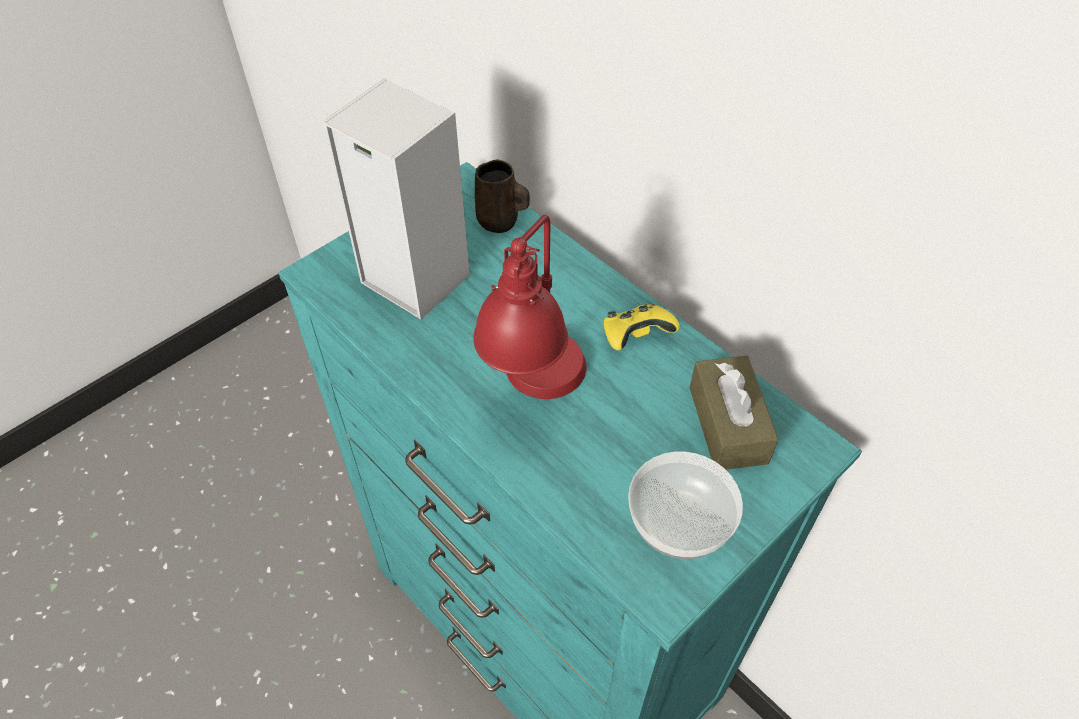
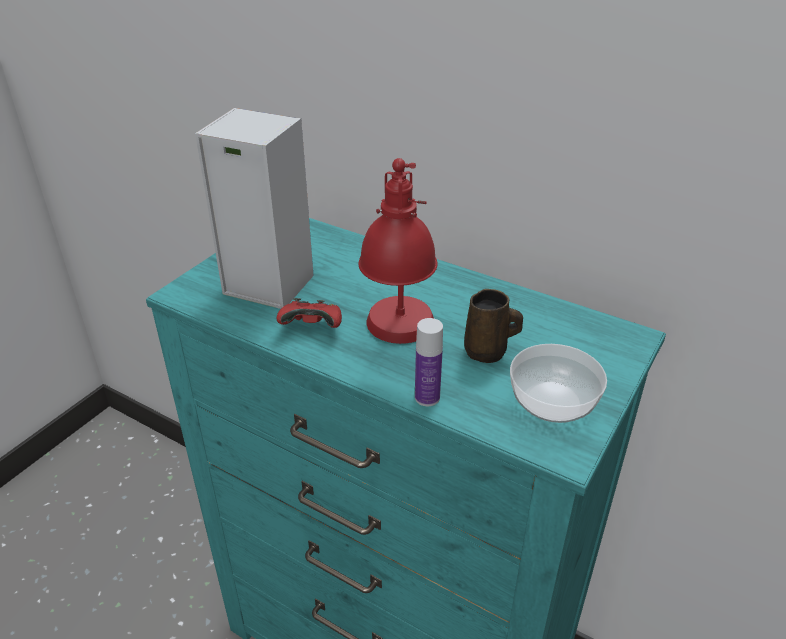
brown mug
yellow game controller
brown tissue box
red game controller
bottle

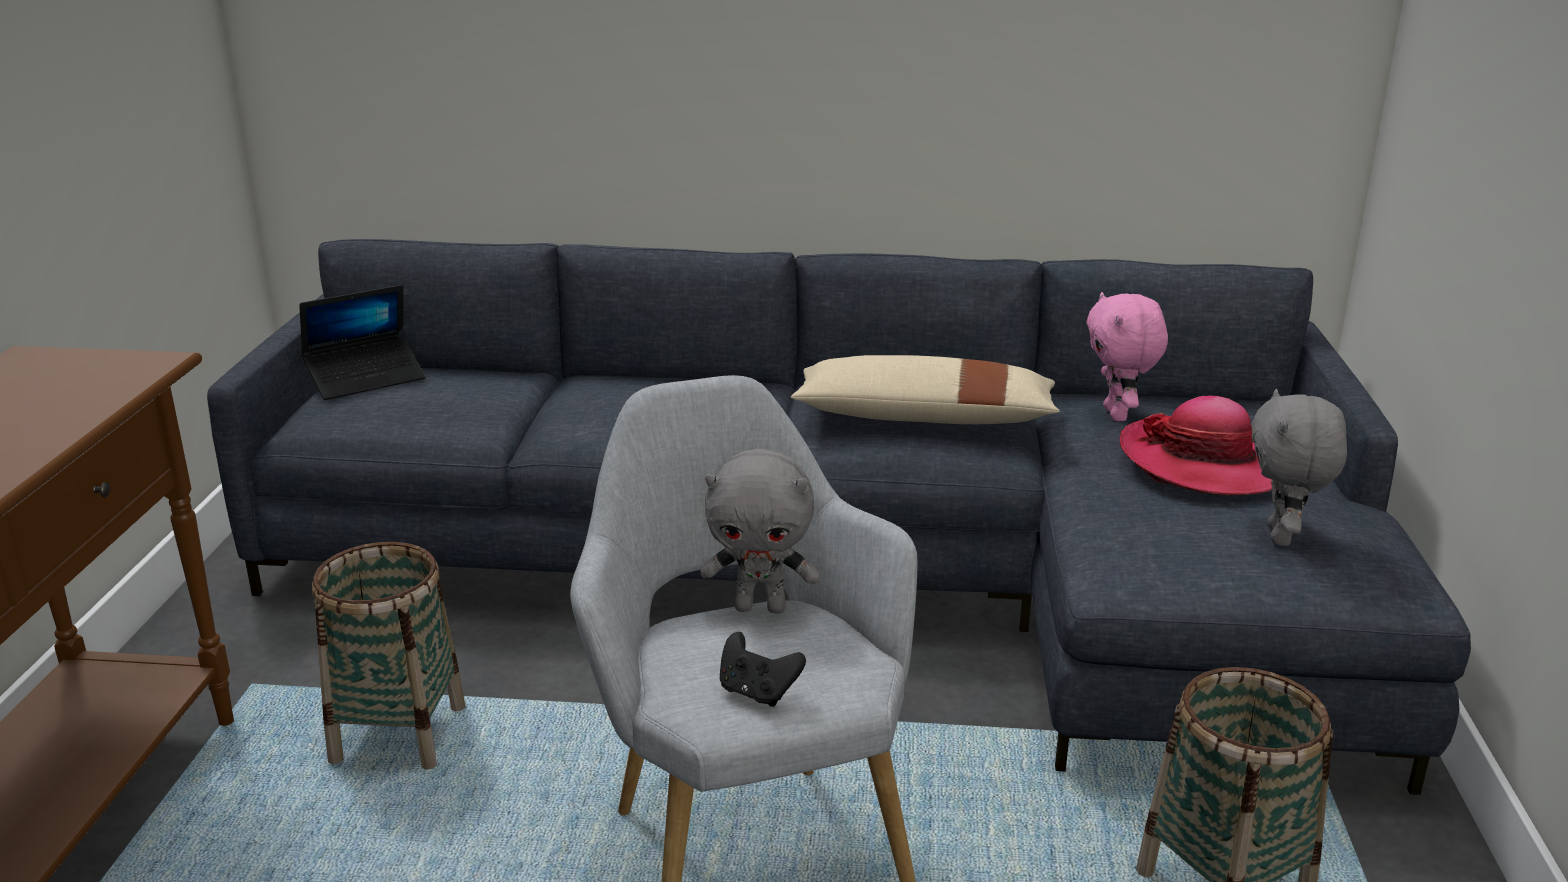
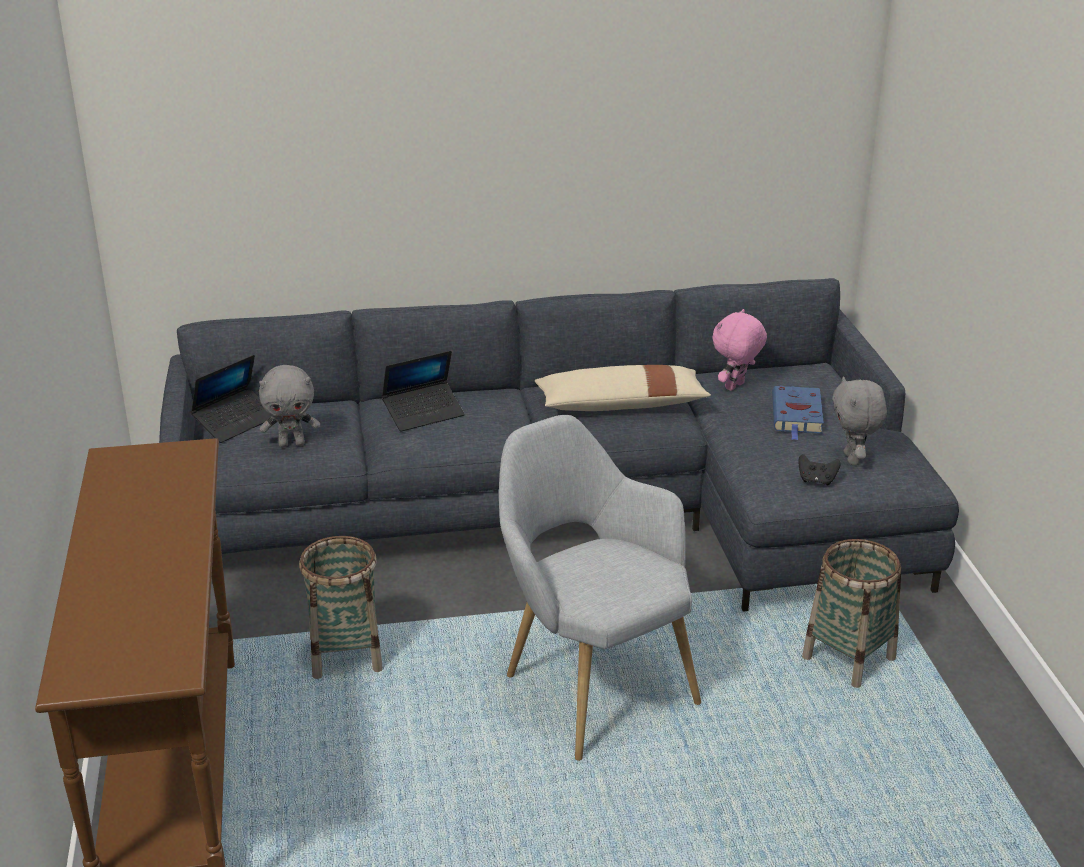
pink plush toy
blue book
grey plush toy (1st from left)
black game controller
laptop (2nd from left)

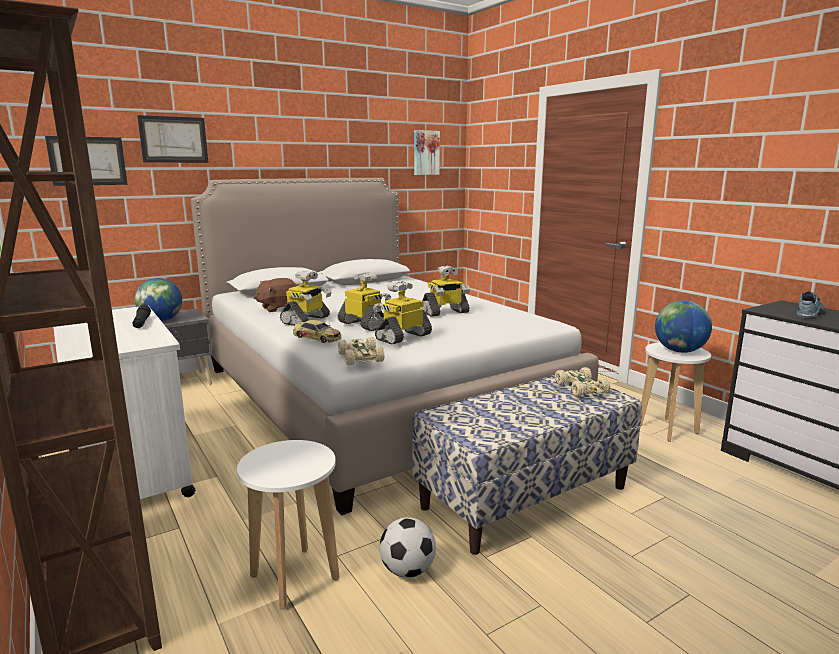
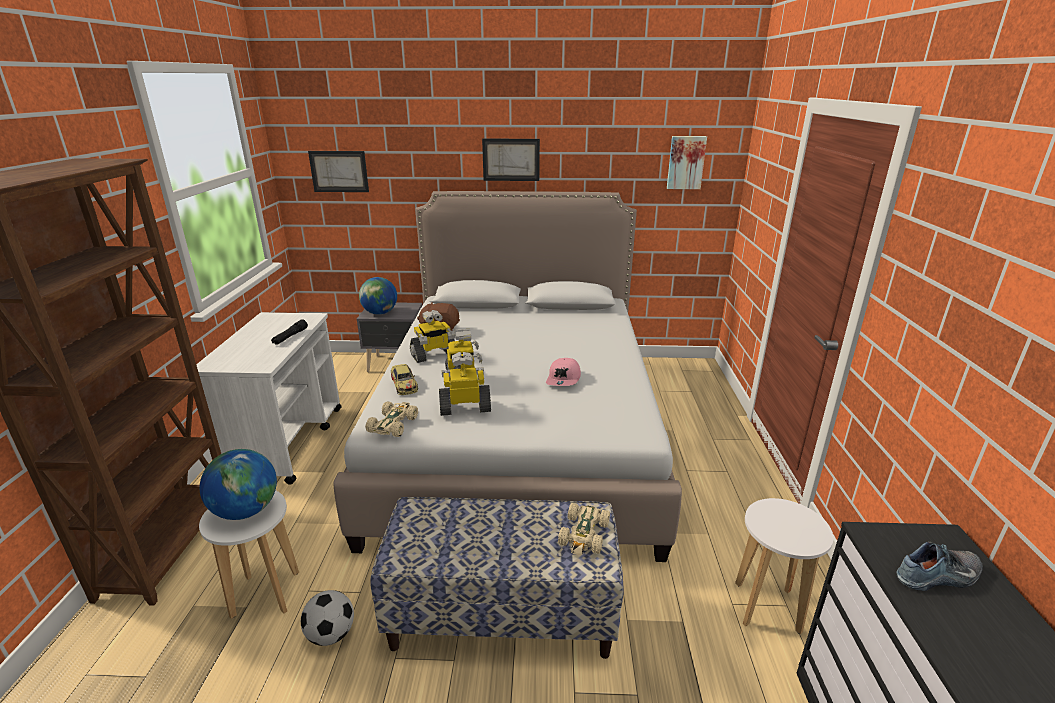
picture (2nd from left)
pink cap
globe (1st from left)

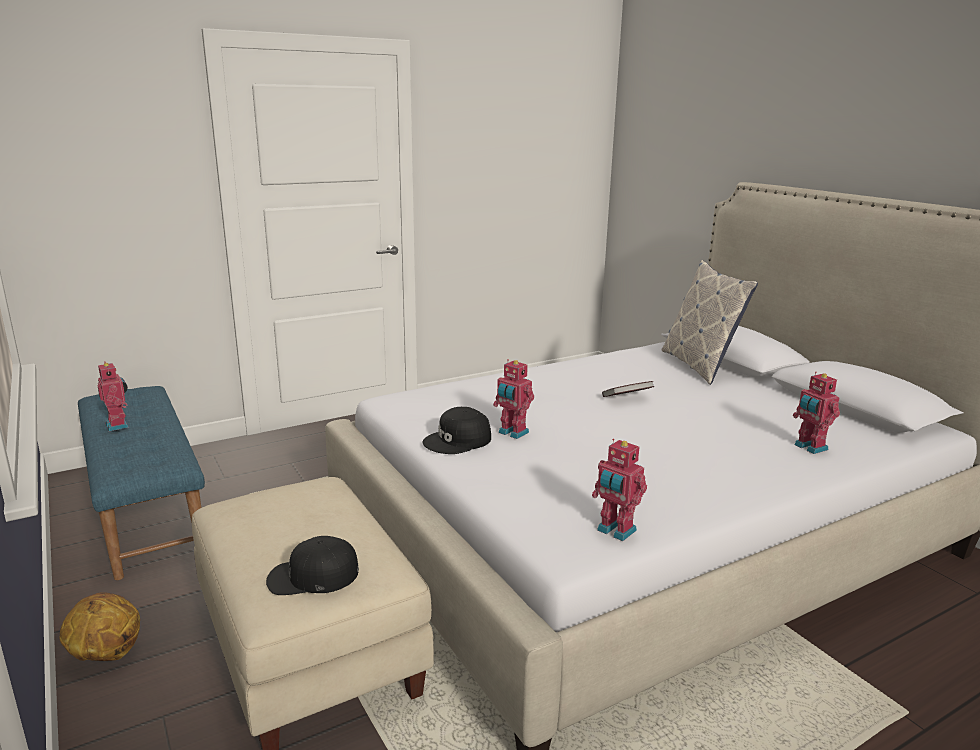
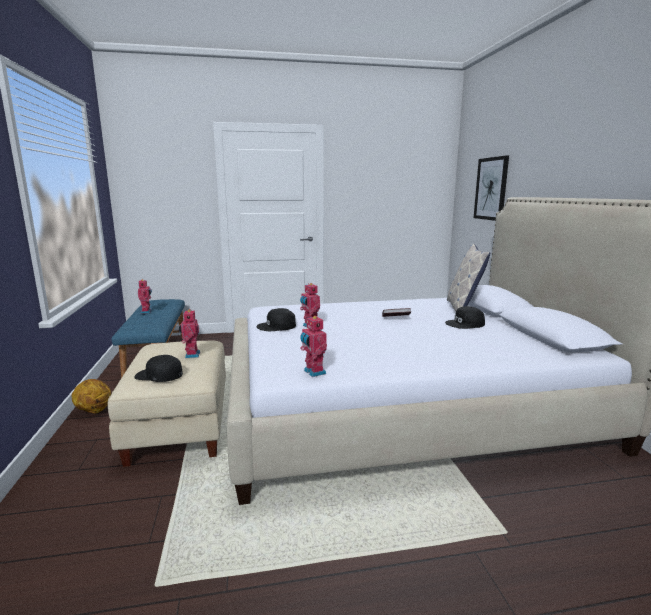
toy robot (2nd from left)
picture
black cap (3rd from left)

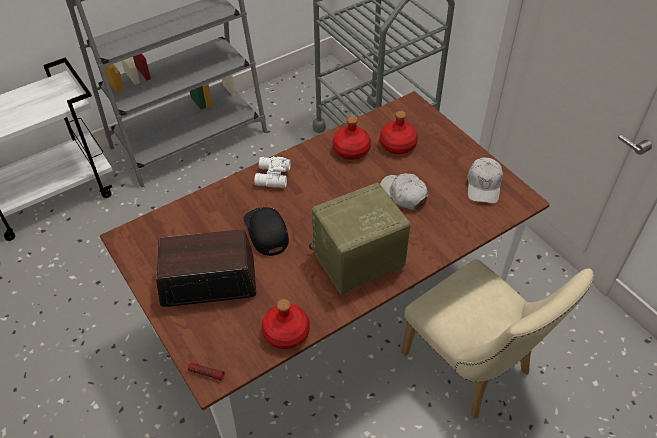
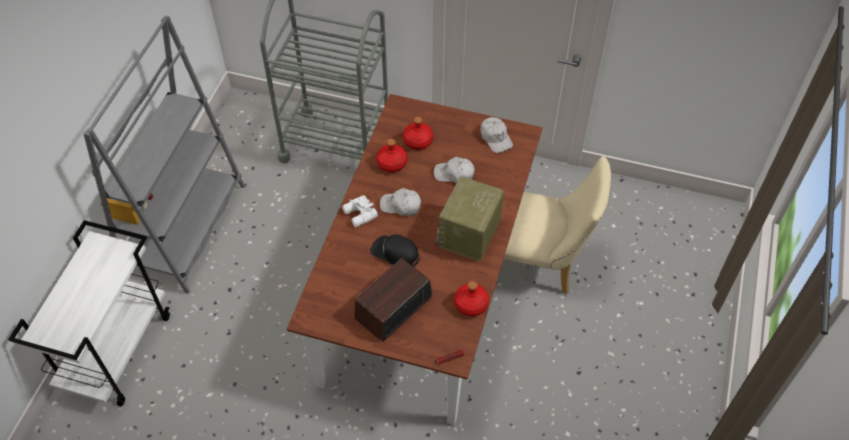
white cap (1st from left)

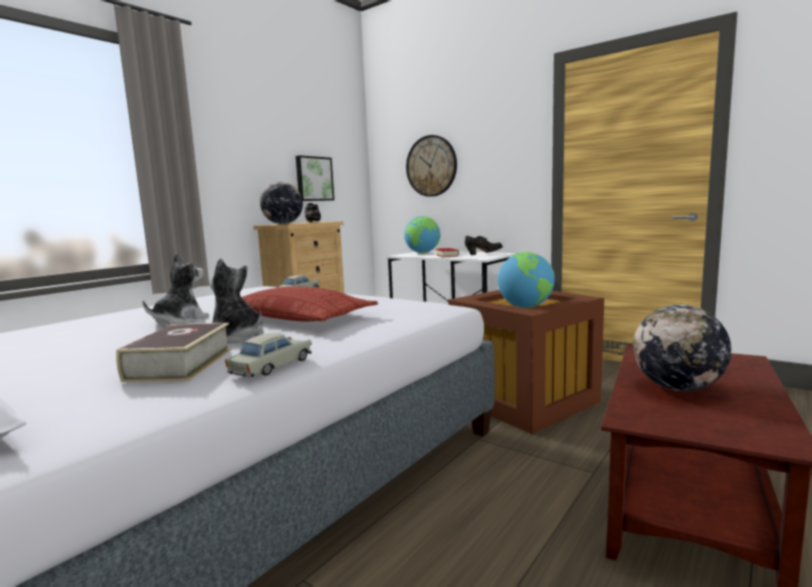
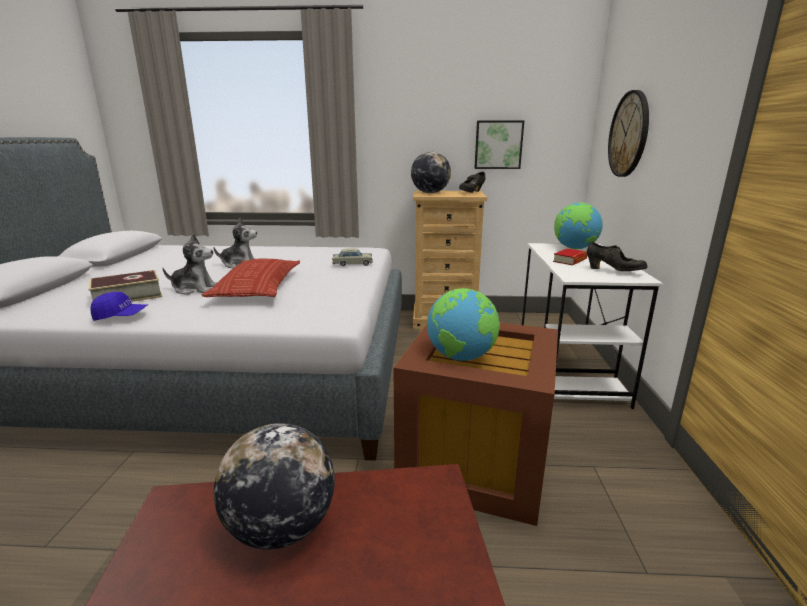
plush toy (1st from left)
blue cap

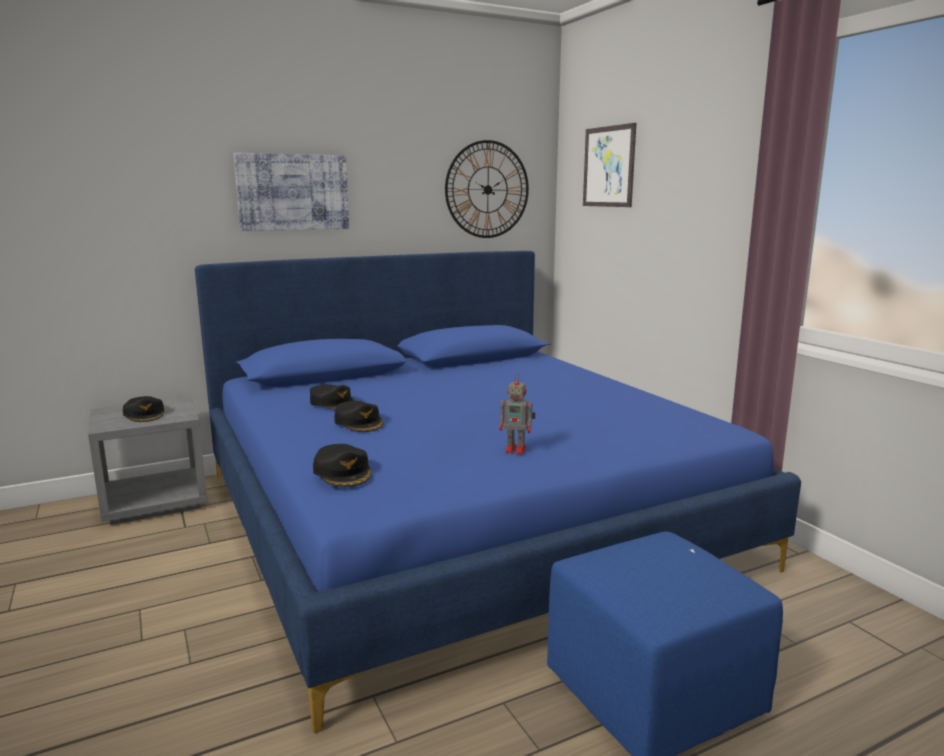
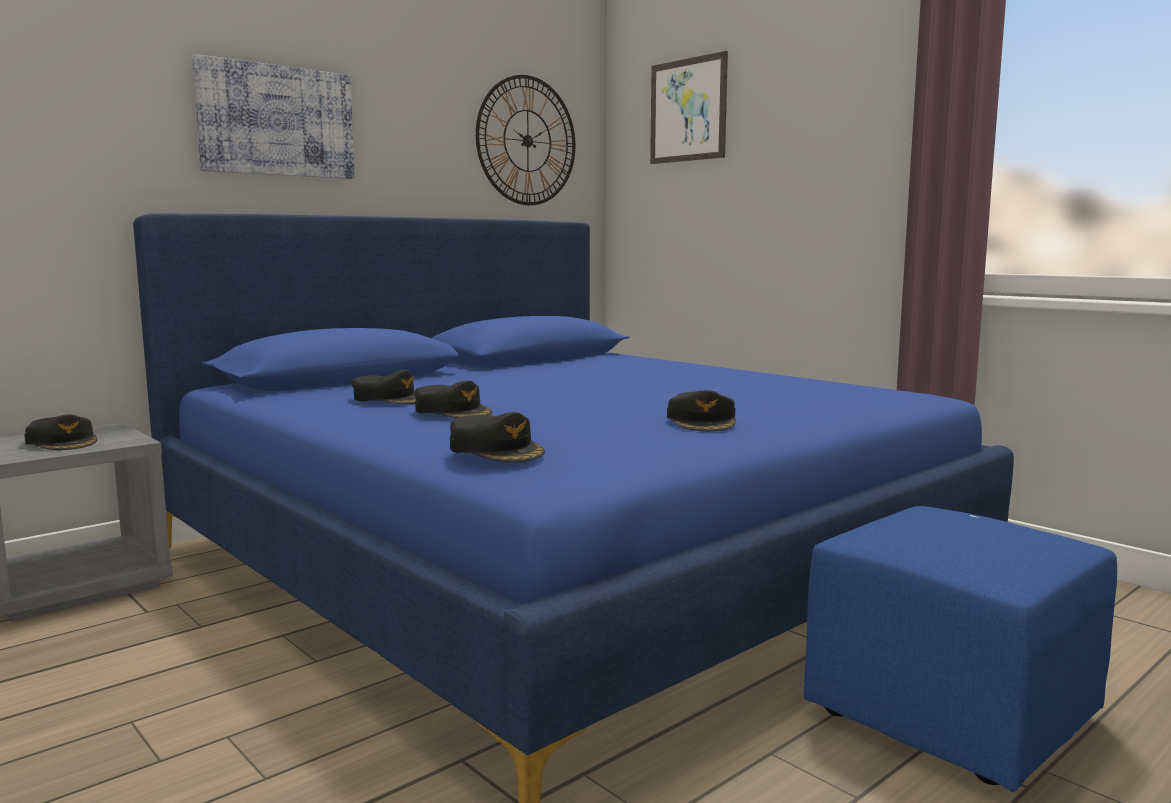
black cap (5th from left)

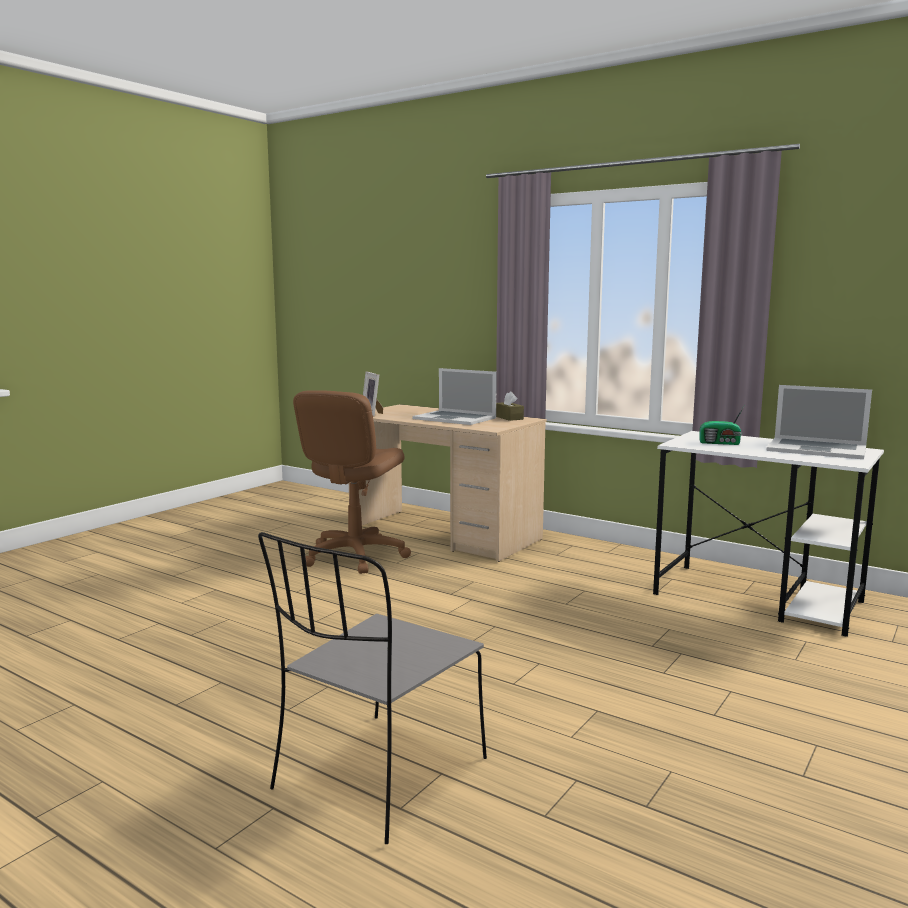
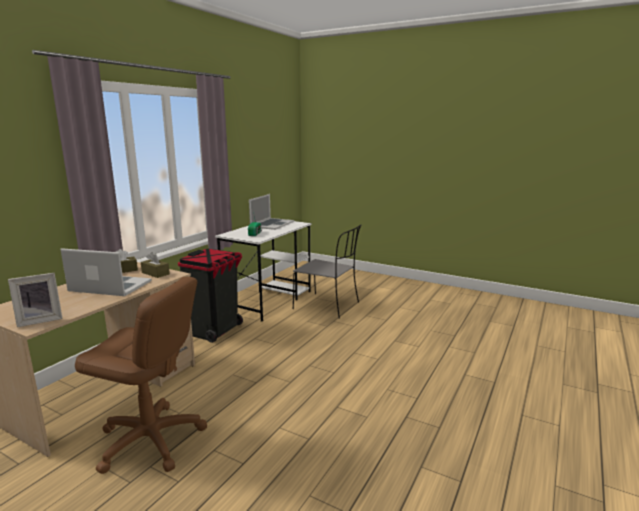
laptop (1st from left)
grey chair
black trash can
brown tissue box (2nd from left)

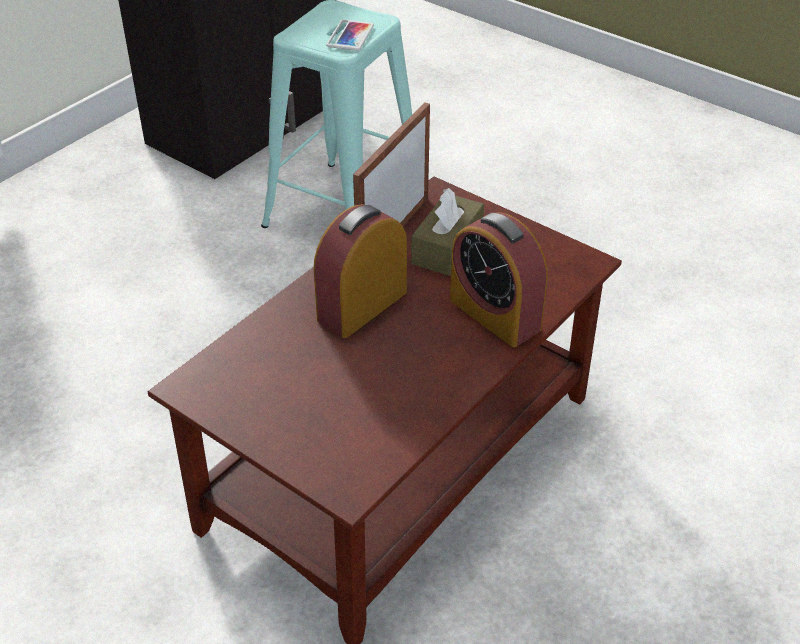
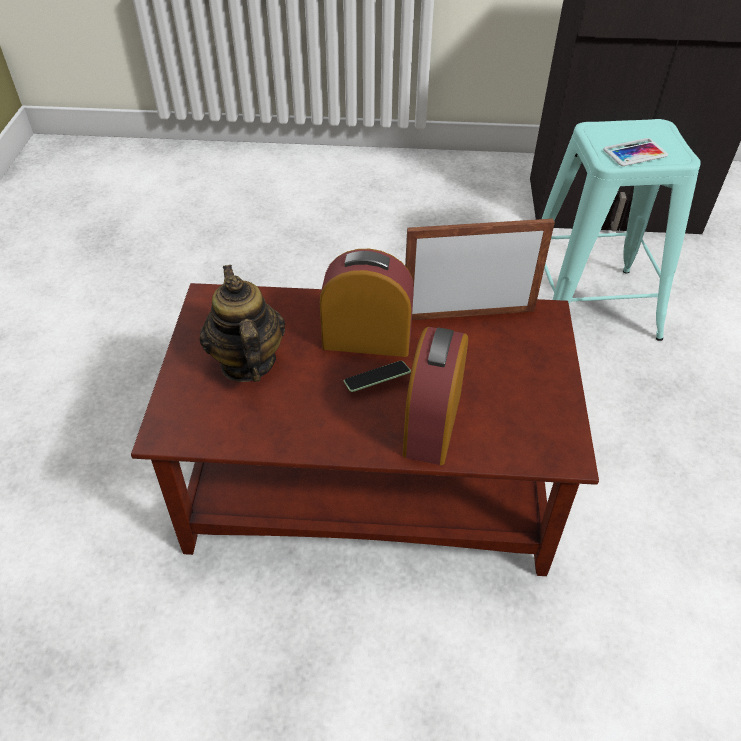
brown tissue box
teapot
phone (1st from left)

